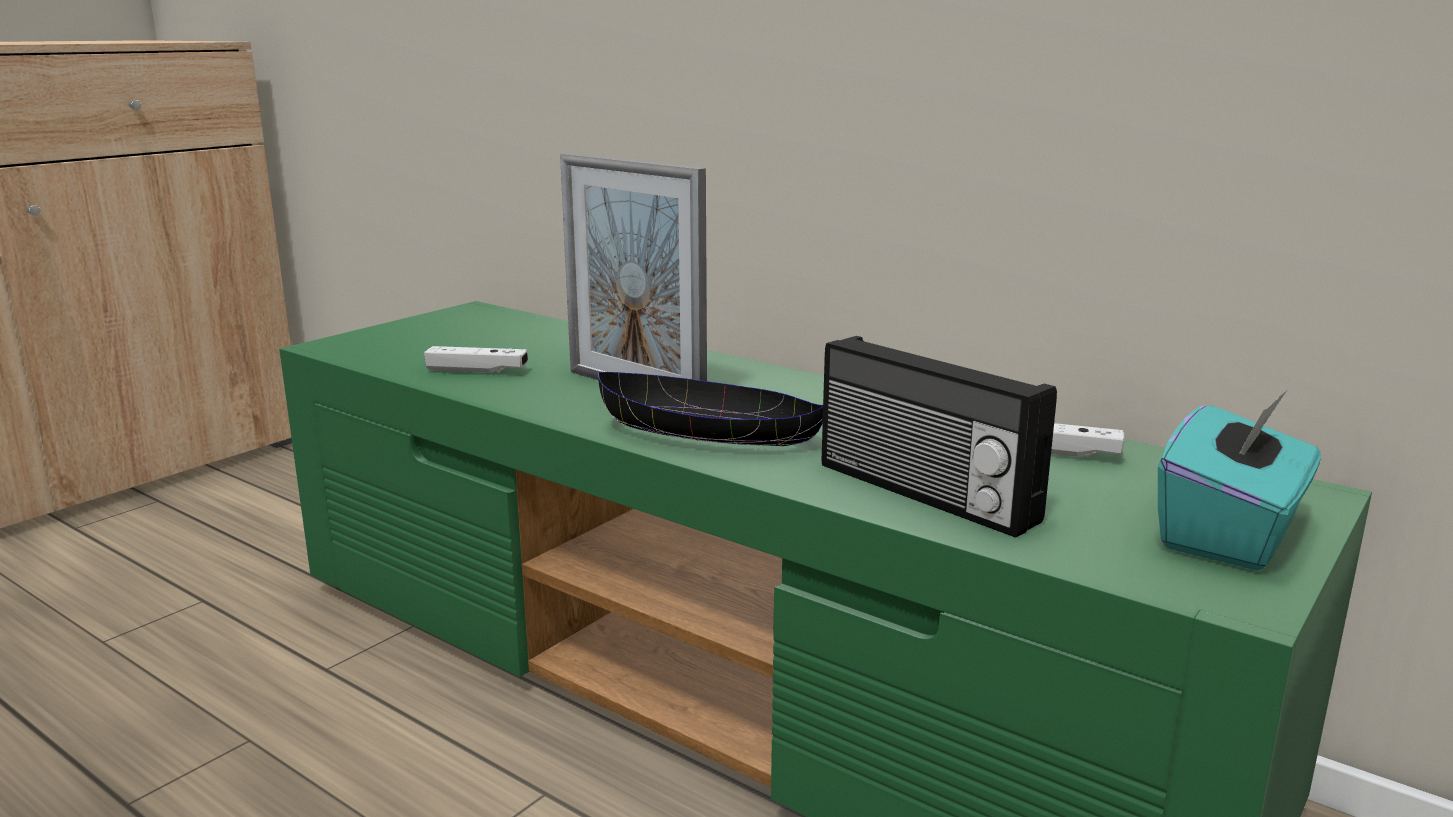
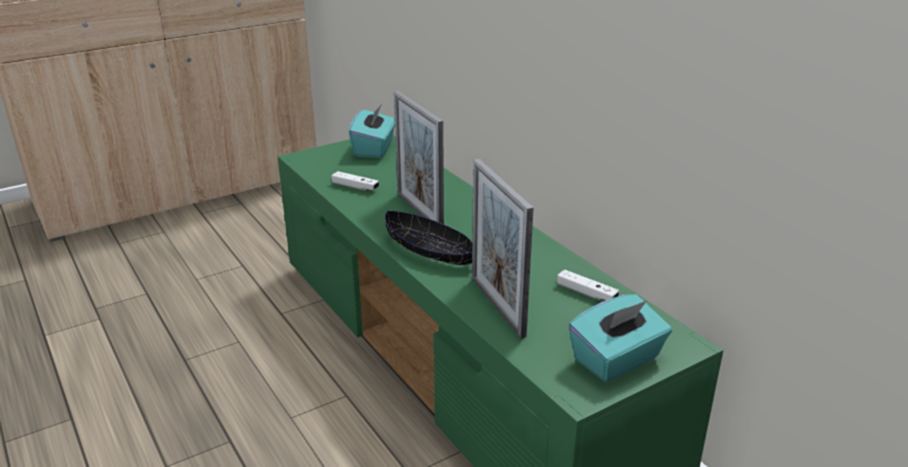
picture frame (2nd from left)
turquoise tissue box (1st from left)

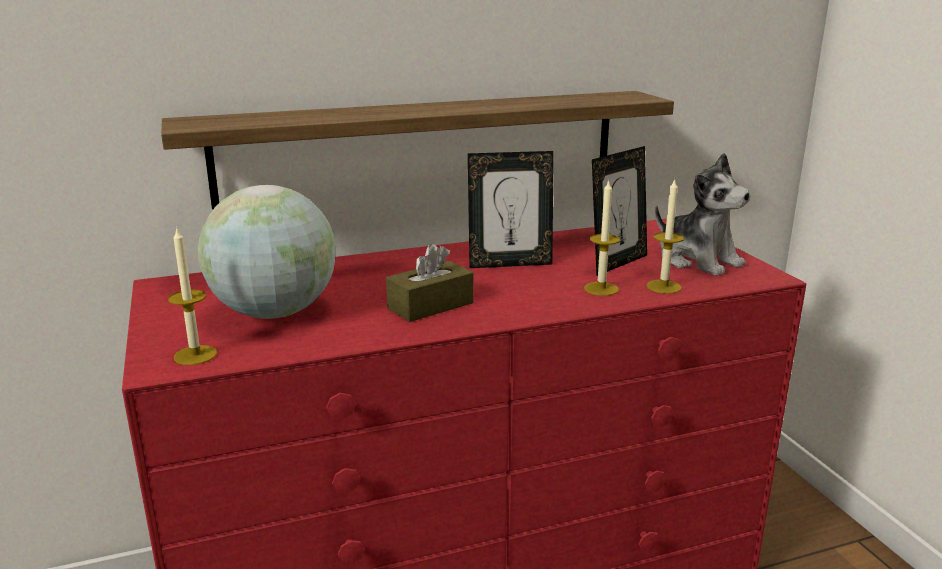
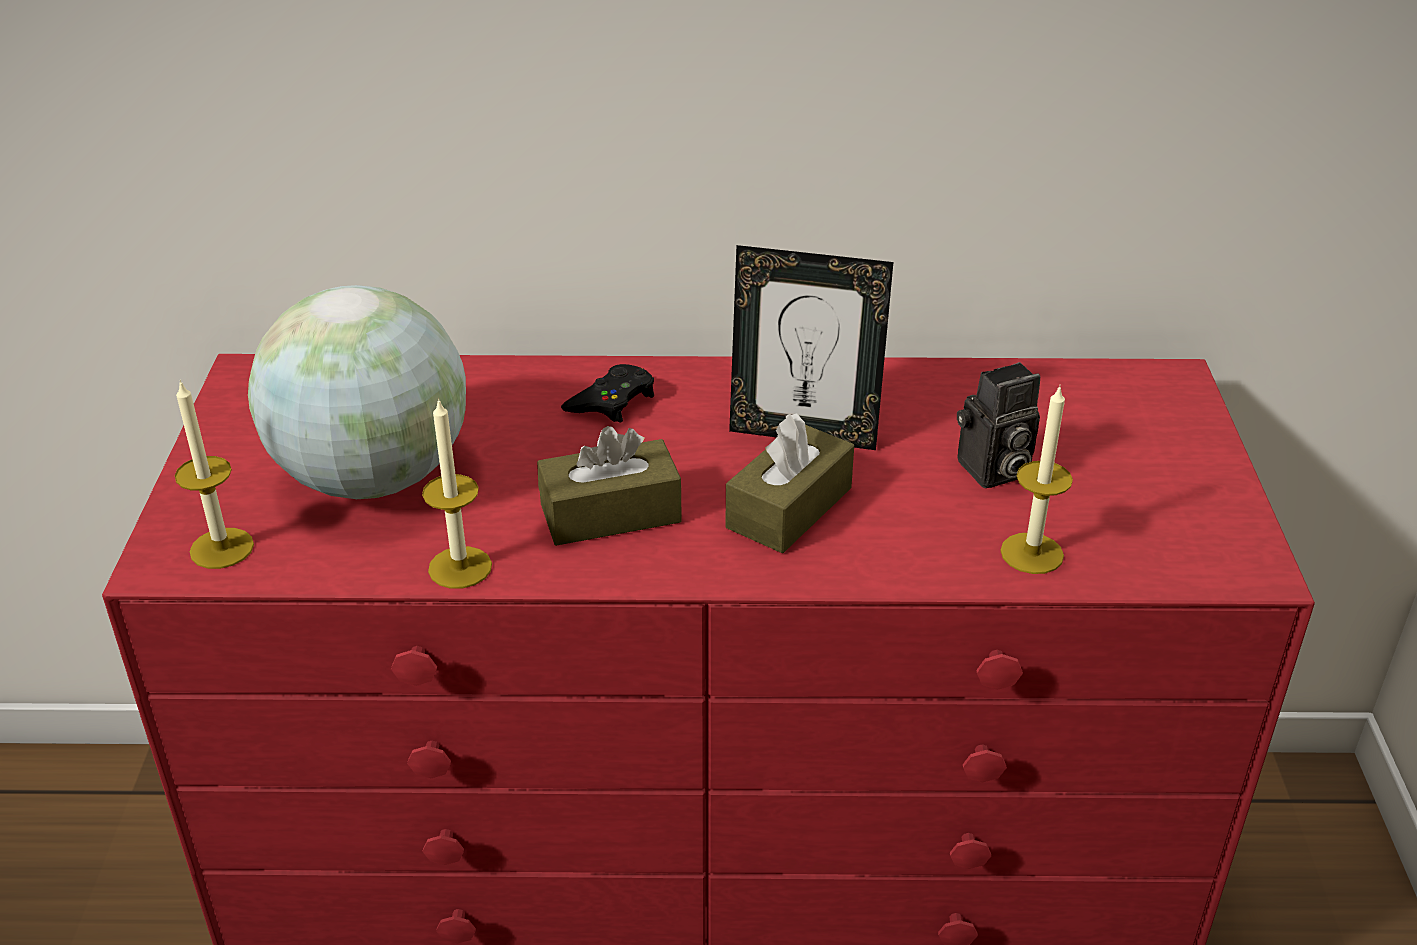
shelf
photo camera
plush toy
candle (2nd from left)
black game controller
brown tissue box (2nd from left)

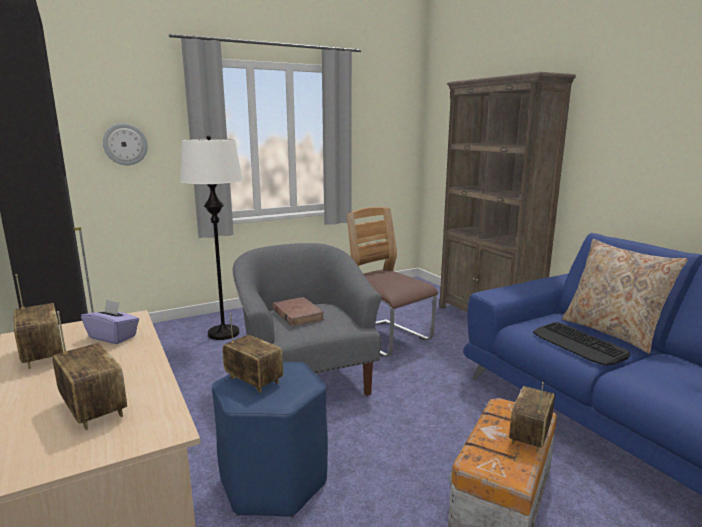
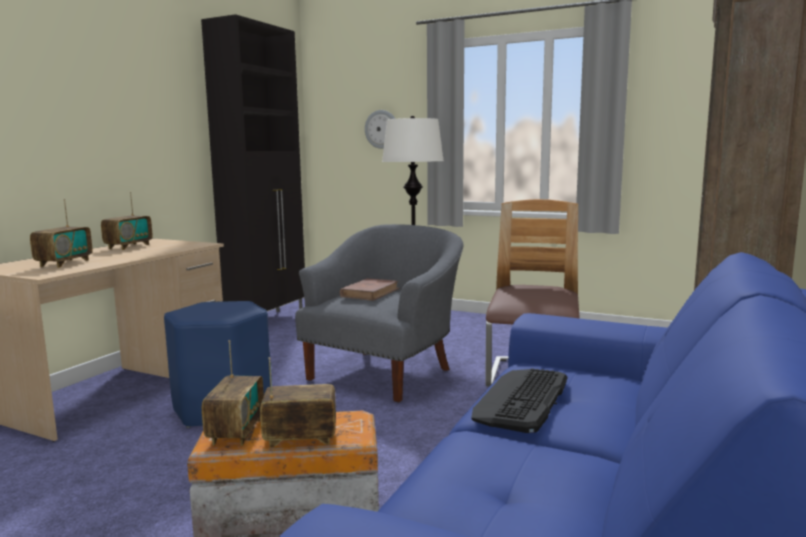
beige pillow
purple tissue box
radio (3rd from left)

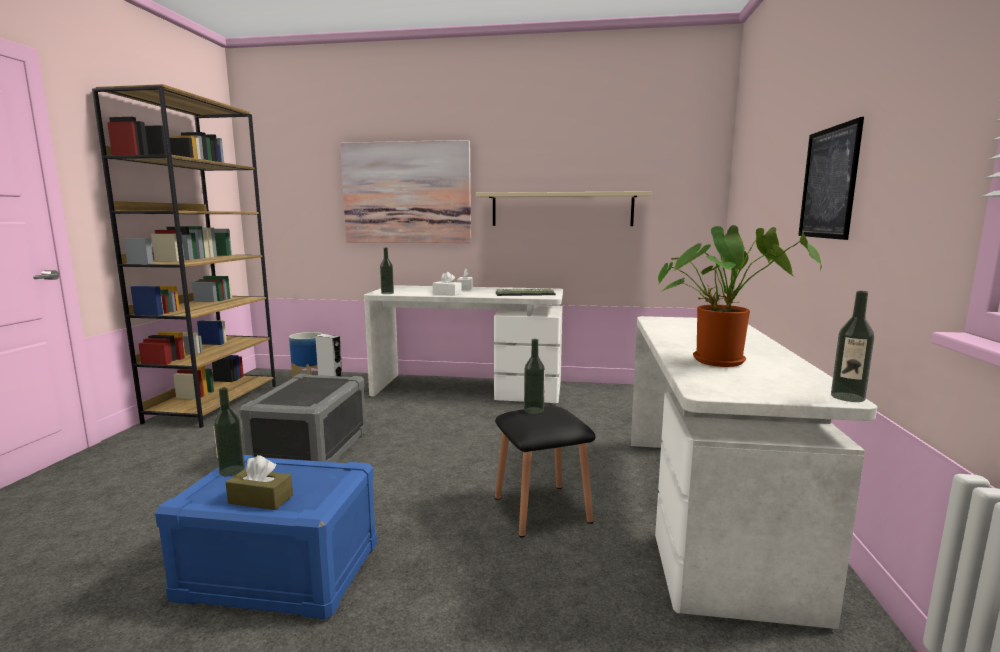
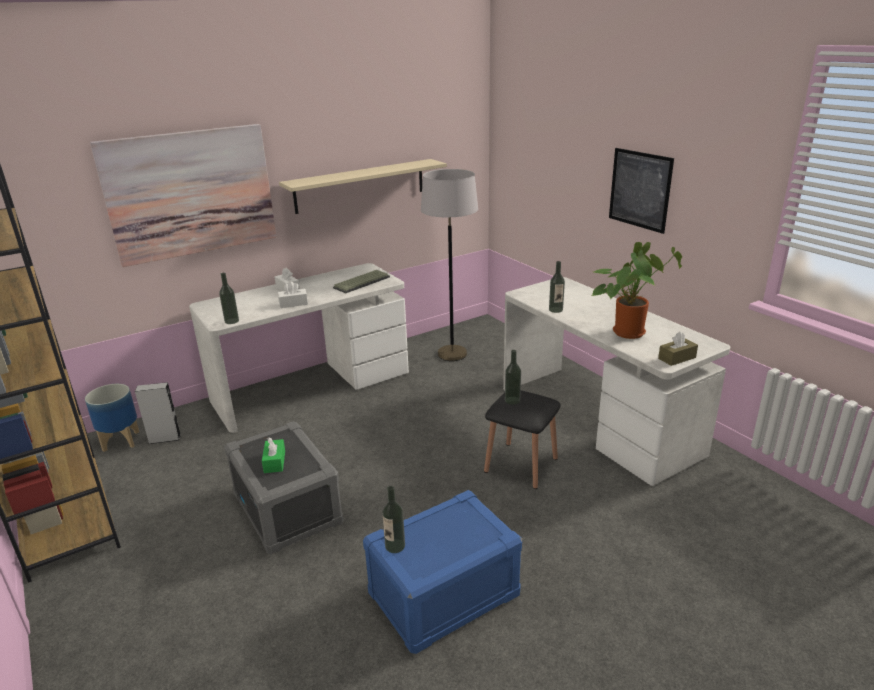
bottle (4th from left)
brown tissue box
grey floor lamp
green tissue box

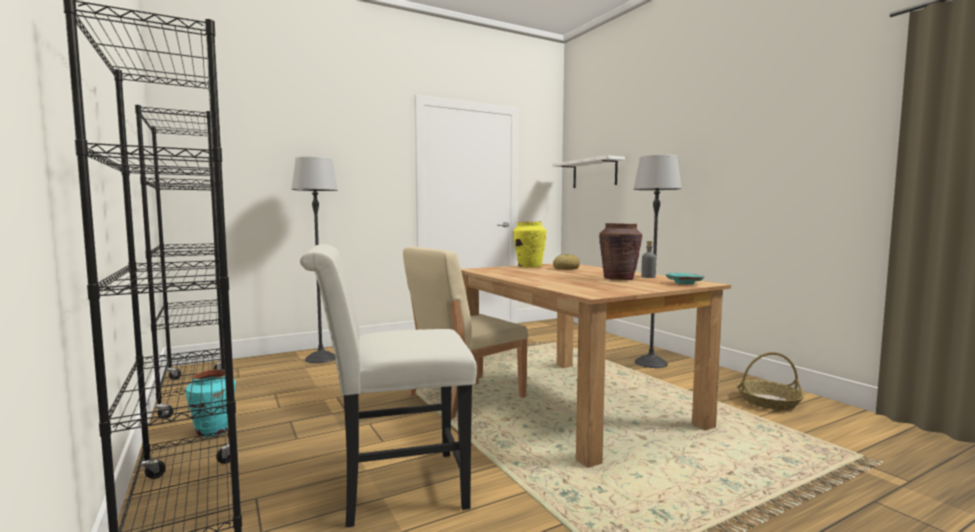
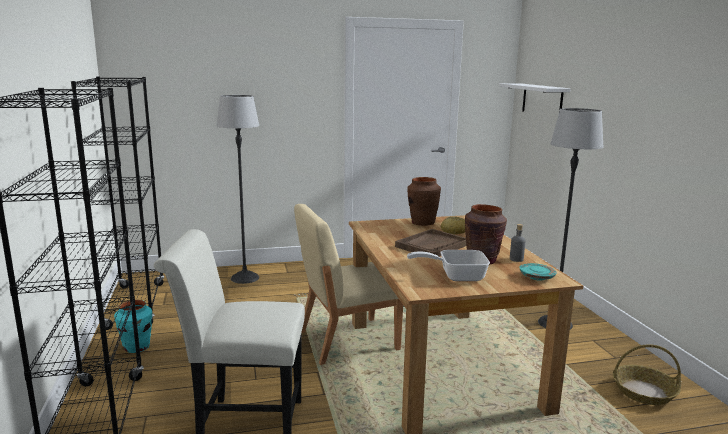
brown vase (1st from left)
brown tray
frying pan

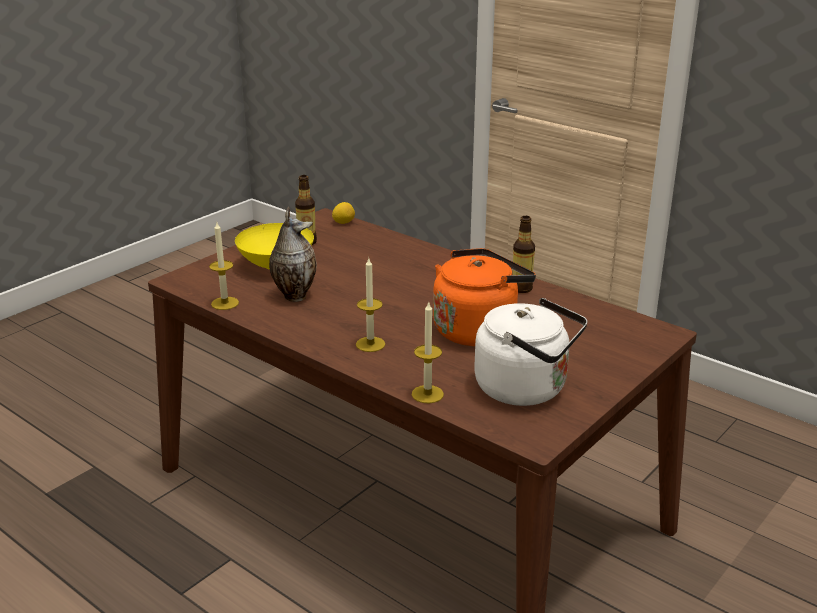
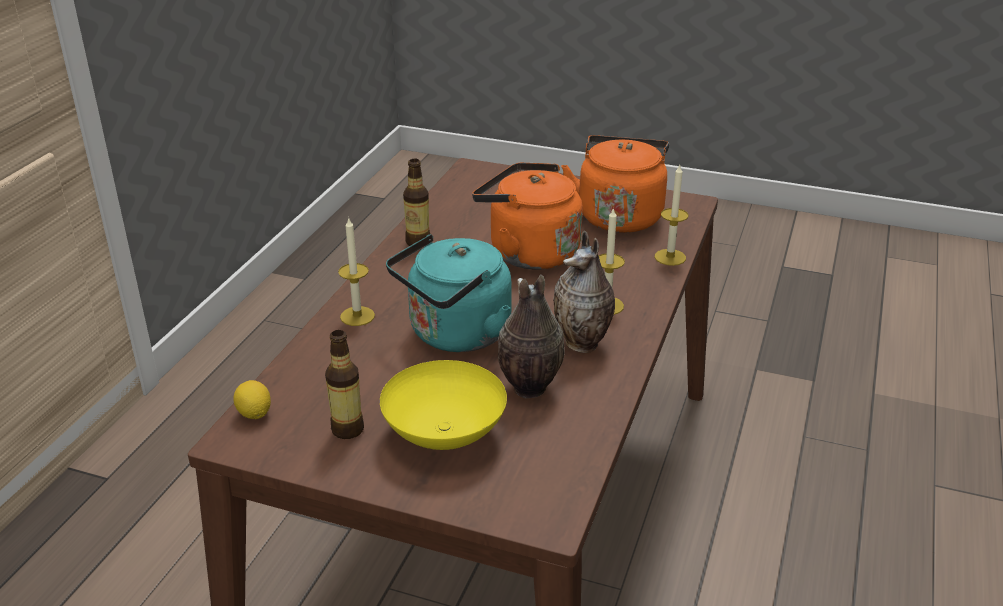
candle (1st from left)
orange kettle (2nd from left)
vase (2nd from left)
turquoise kettle

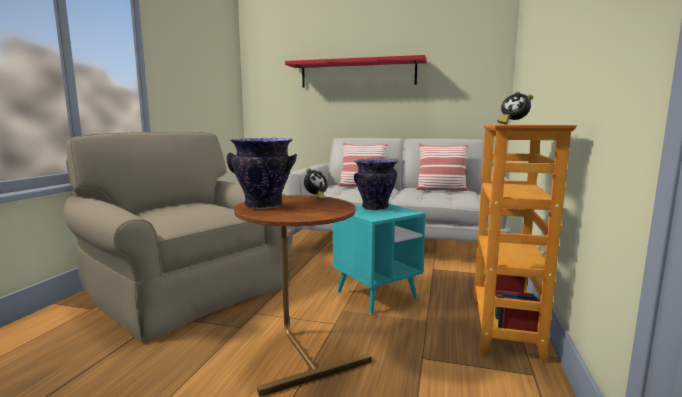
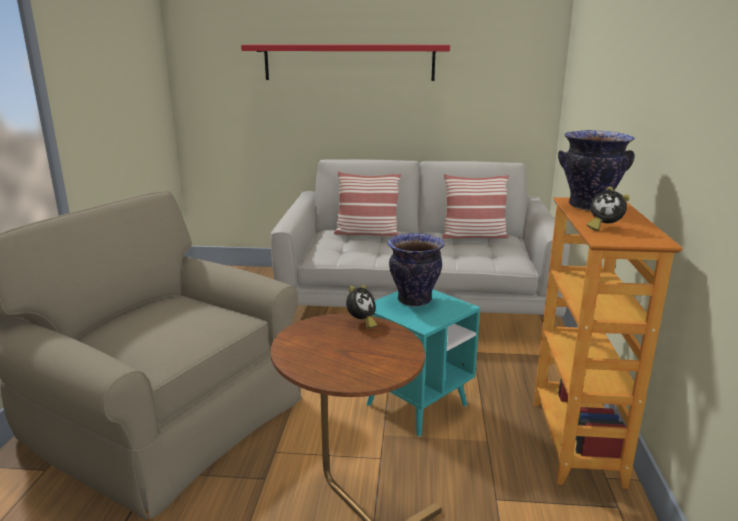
vase (2nd from left)

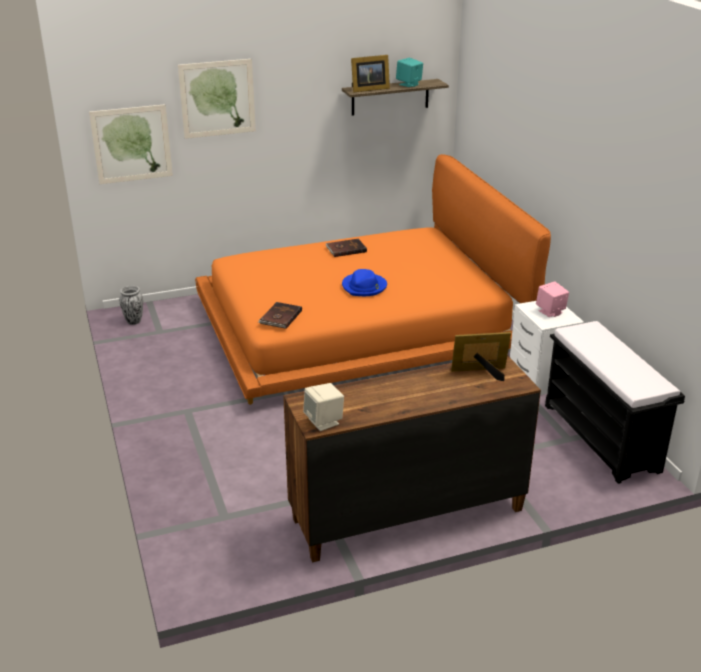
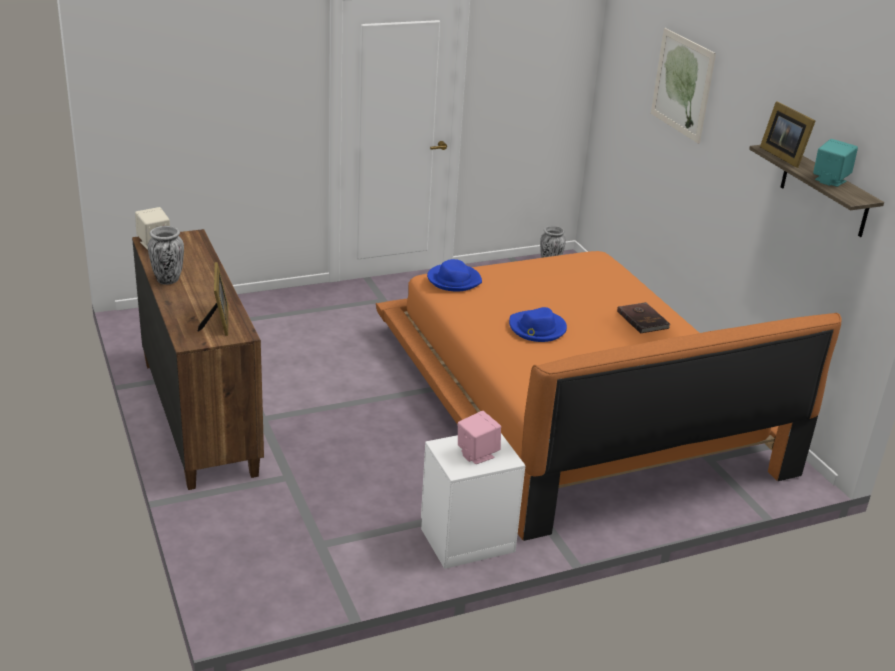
picture (1st from left in the first image)
blue hat (1st from left)
black bench
vase (1st from left)

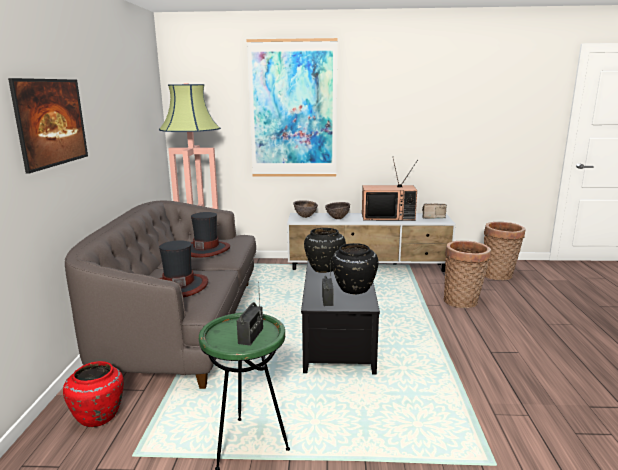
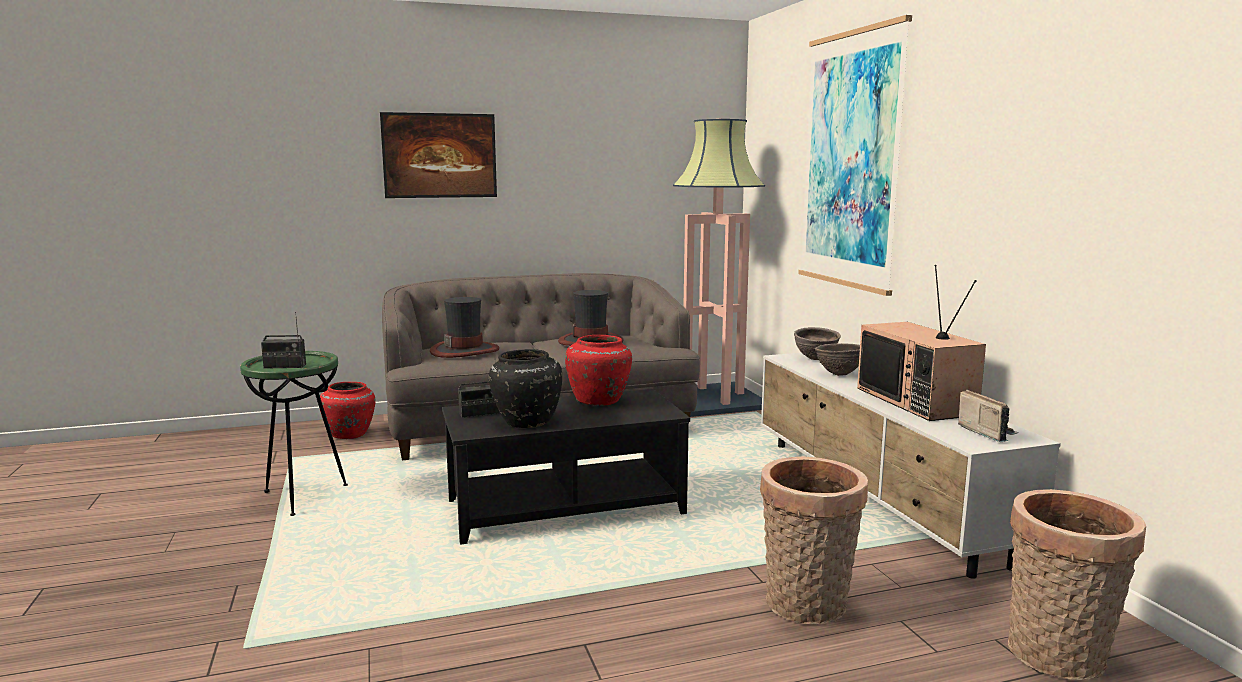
red vase (2nd from left)

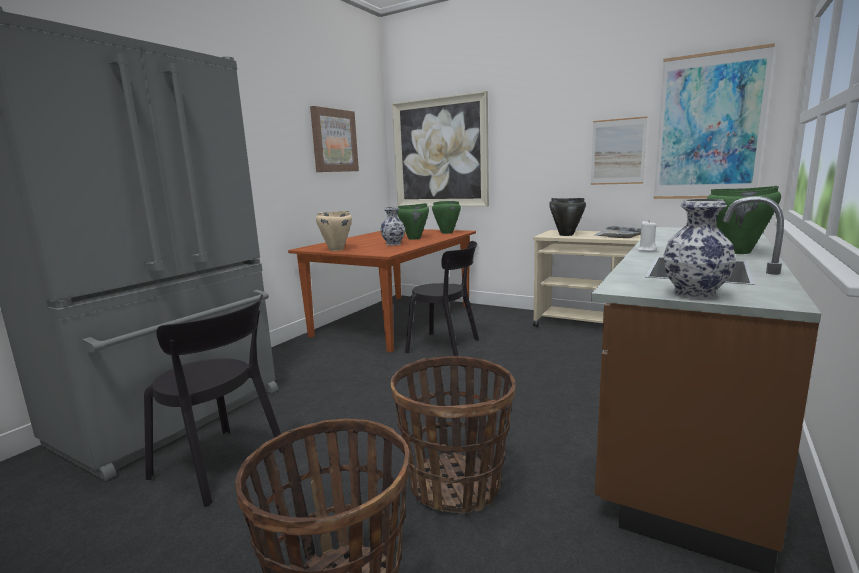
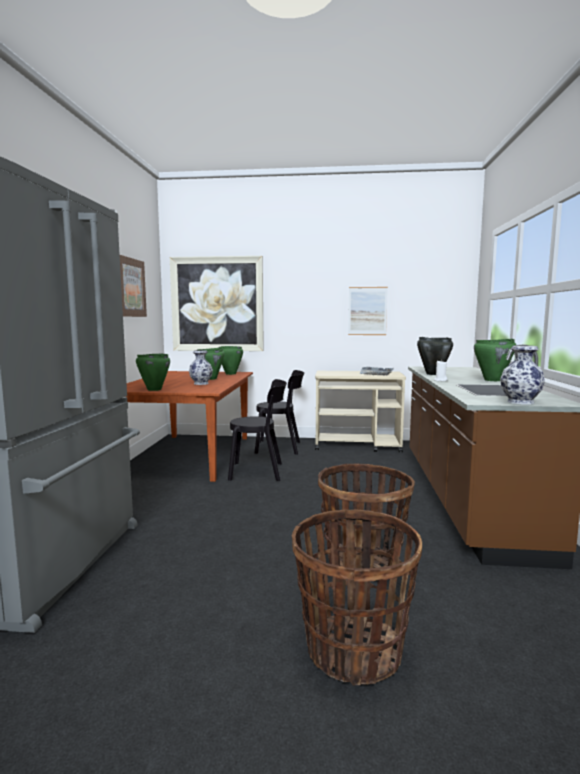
picture (4th from left in the first image)
black cooking pot
green cooking pot (1st from left)
black chair (2nd from left)

